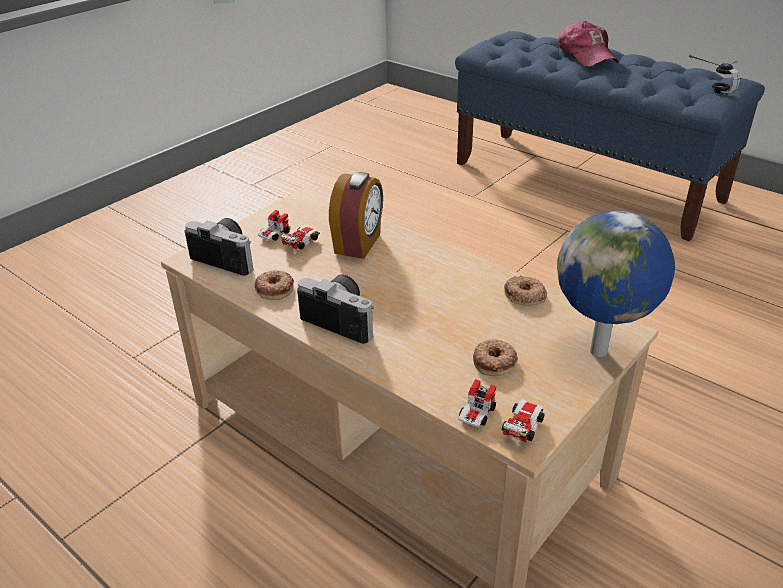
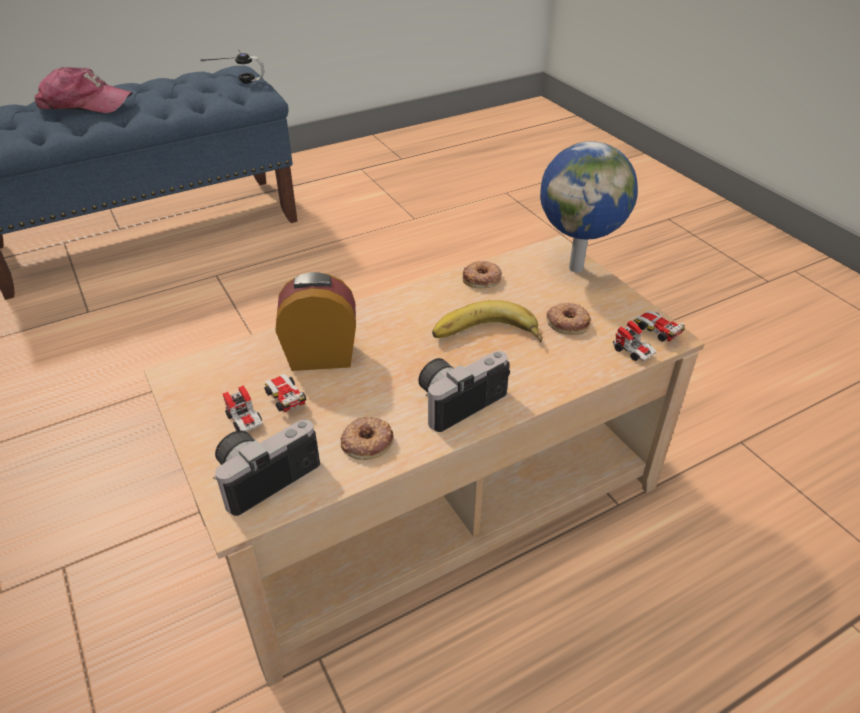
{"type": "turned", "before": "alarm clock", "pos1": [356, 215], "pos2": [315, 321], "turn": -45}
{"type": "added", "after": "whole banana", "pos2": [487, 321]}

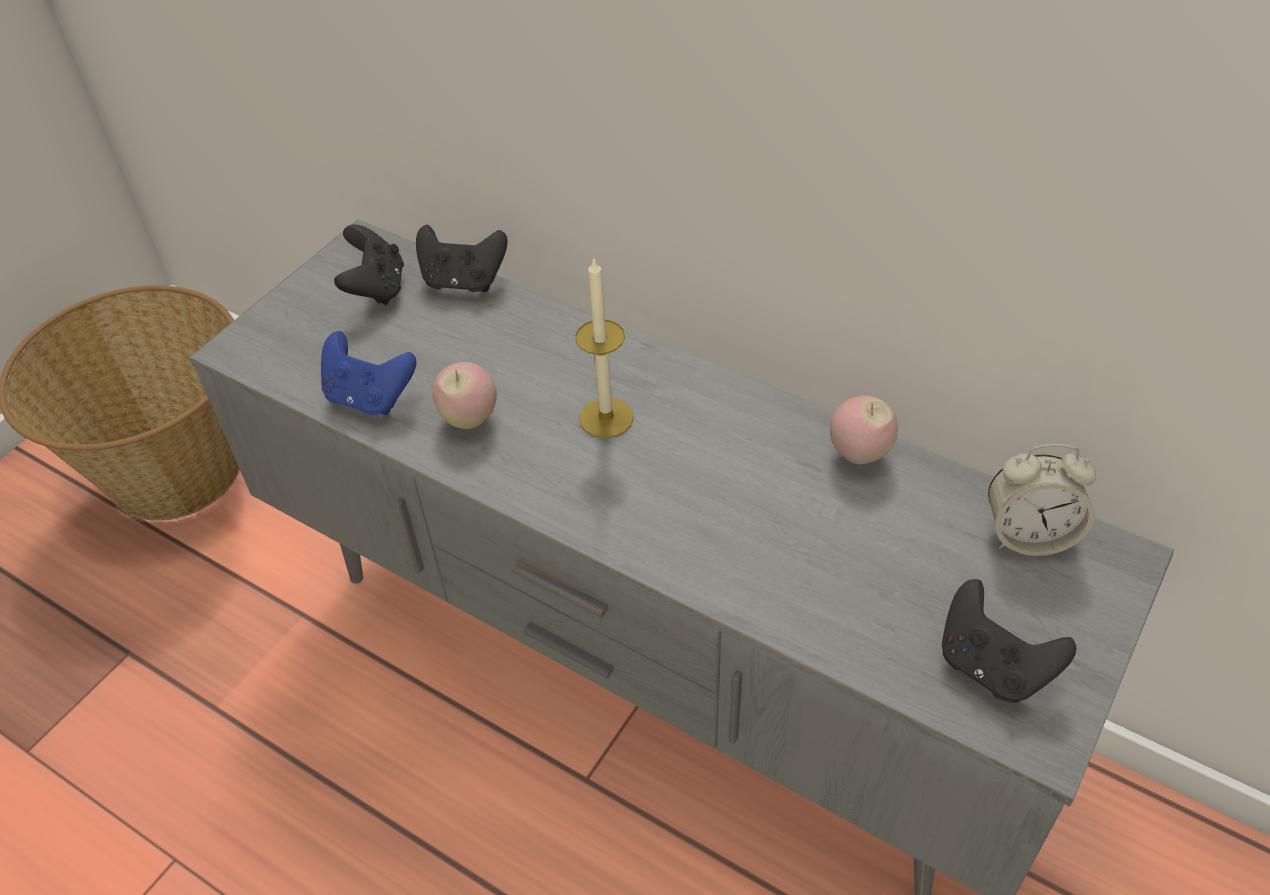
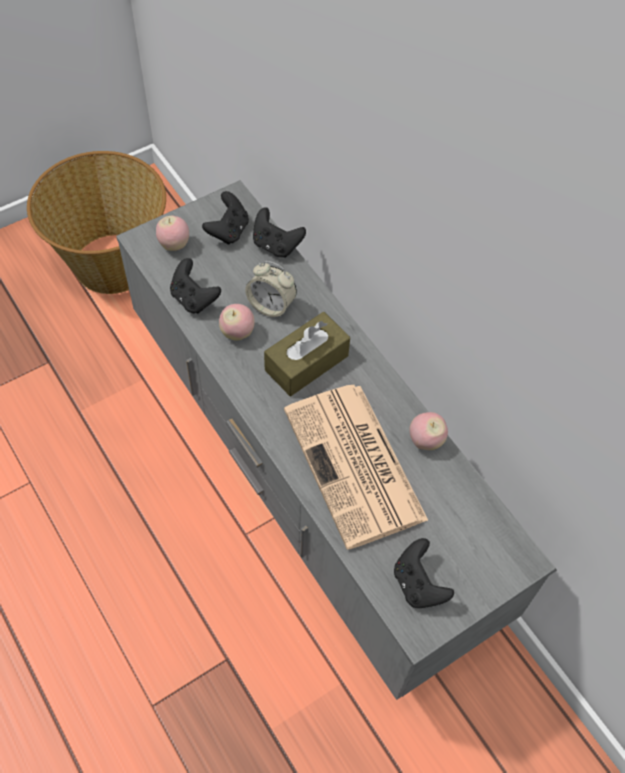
{"type": "added", "after": "apple fruit", "pos2": [172, 233]}
{"type": "recoloured", "before": "blue joypad", "after": "black-coloured joypad", "pos1": [368, 373], "pos2": [195, 286]}
{"type": "moved", "before": "alarm clock", "pos1": [1042, 500], "pos2": [271, 289]}
{"type": "replaced", "before": "candle", "after": "brown-coloured tissue holder", "pos1": [604, 347], "pos2": [307, 354]}
{"type": "added", "after": "printed paper", "pos2": [356, 467]}

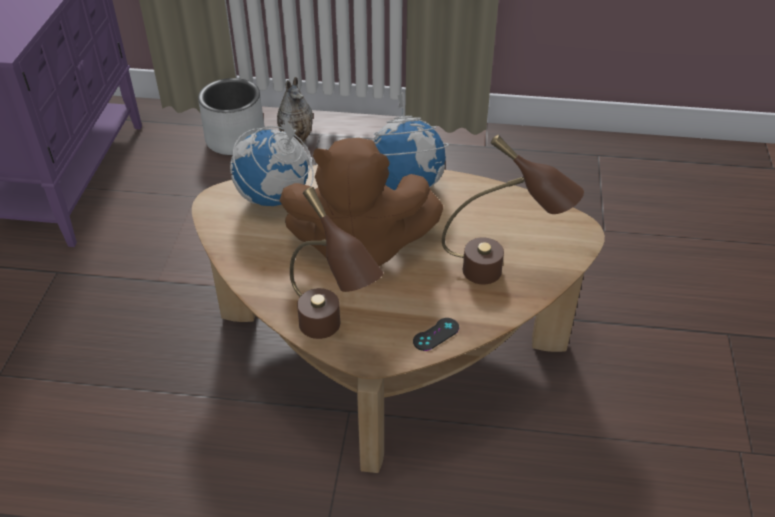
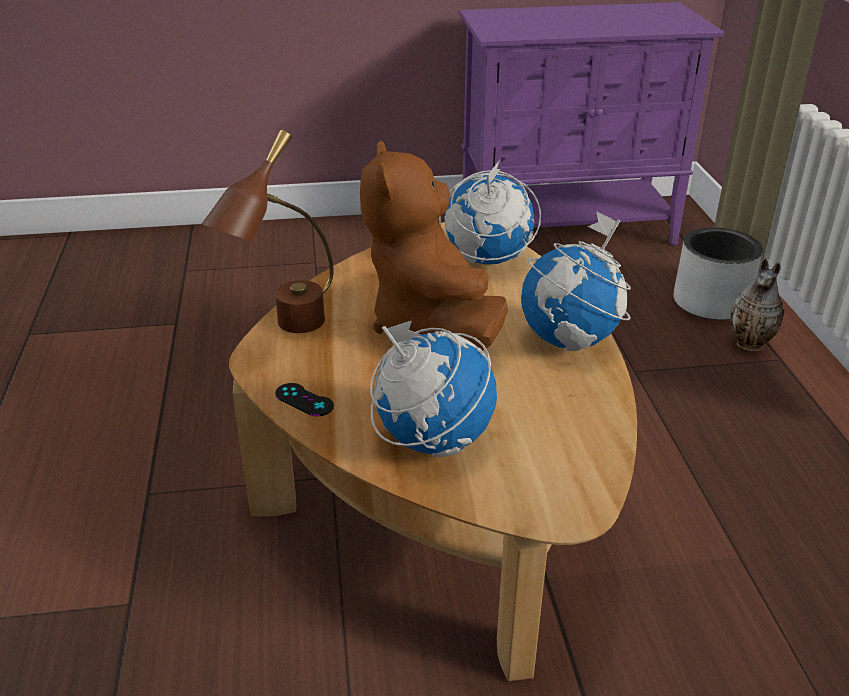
{"type": "replaced", "before": "brown-coloured tabletop lamp", "after": "desk globe", "pos1": [513, 209], "pos2": [433, 389]}

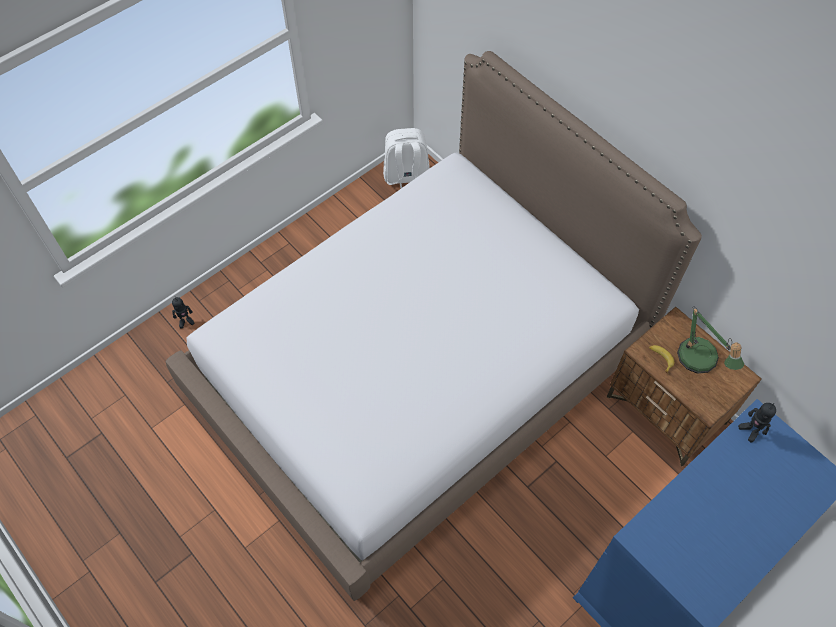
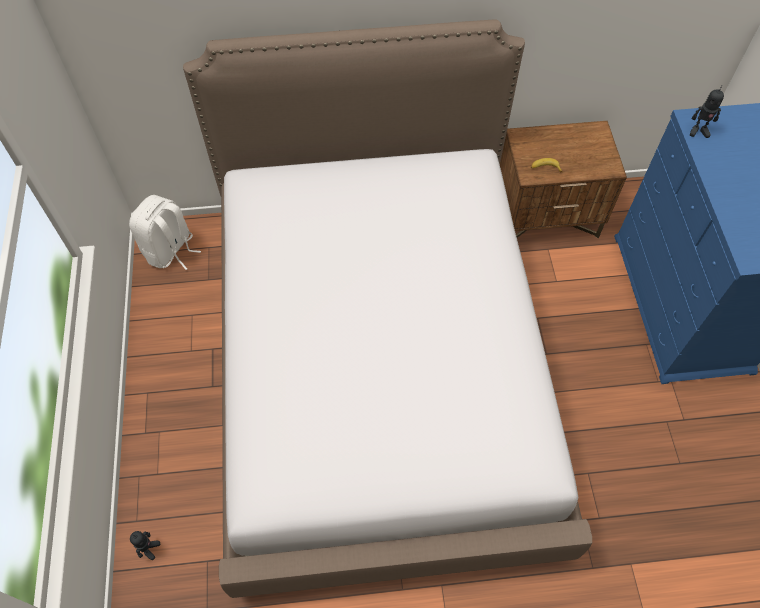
{"type": "removed", "before": "tabletop lamp", "pos1": [710, 340]}

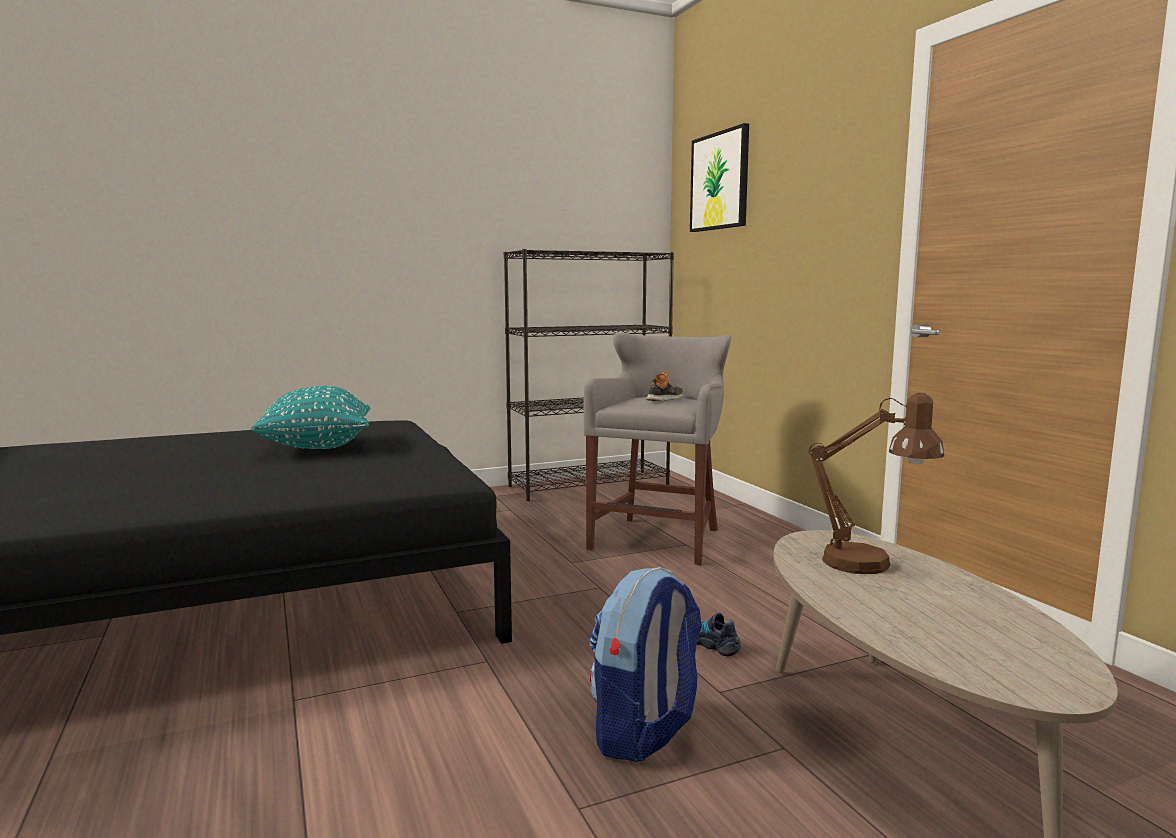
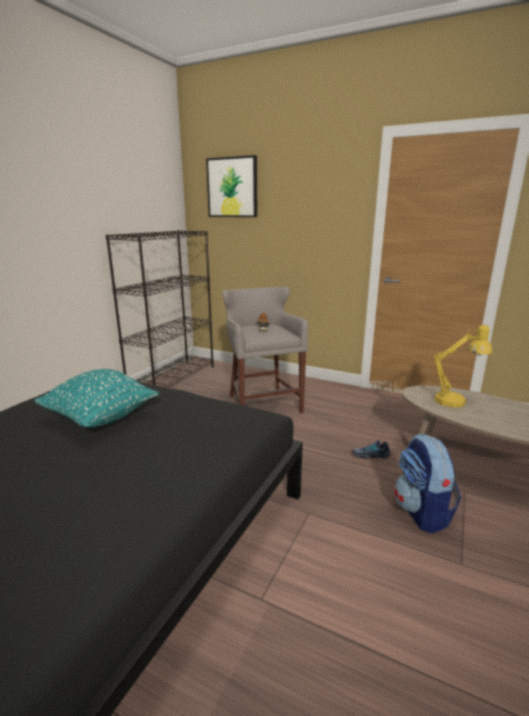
{"type": "recoloured", "before": "brown-coloured tabletop lamp", "after": "yellow tabletop lamp", "pos1": [876, 483], "pos2": [463, 366]}

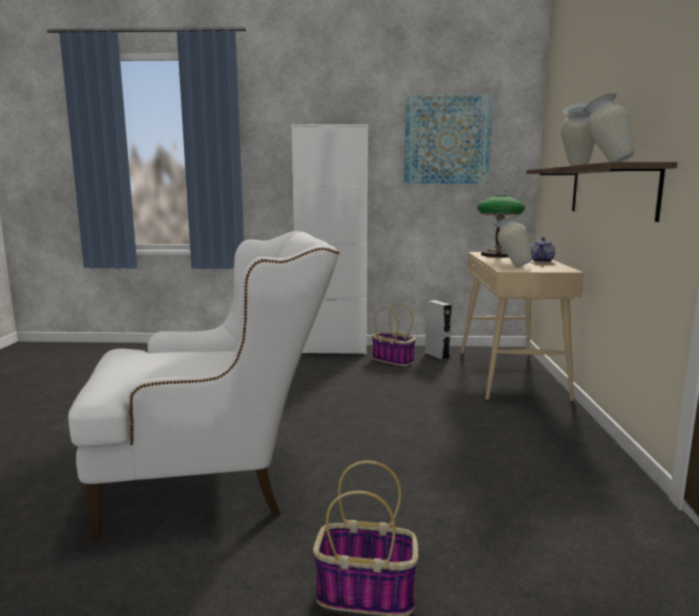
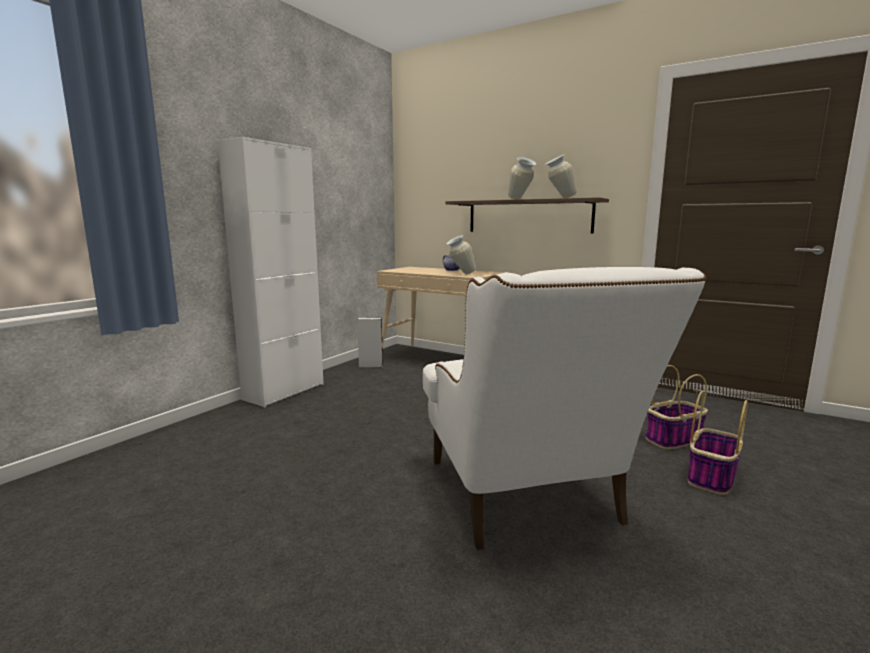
{"type": "turned", "before": "whitish armchair", "pos1": [203, 385], "pos2": [564, 408], "turn": 150}
{"type": "moved", "before": "household basket", "pos1": [394, 335], "pos2": [677, 407]}
{"type": "removed", "before": "wall picture", "pos1": [448, 139]}
{"type": "removed", "before": "tabletop lamp", "pos1": [501, 226]}

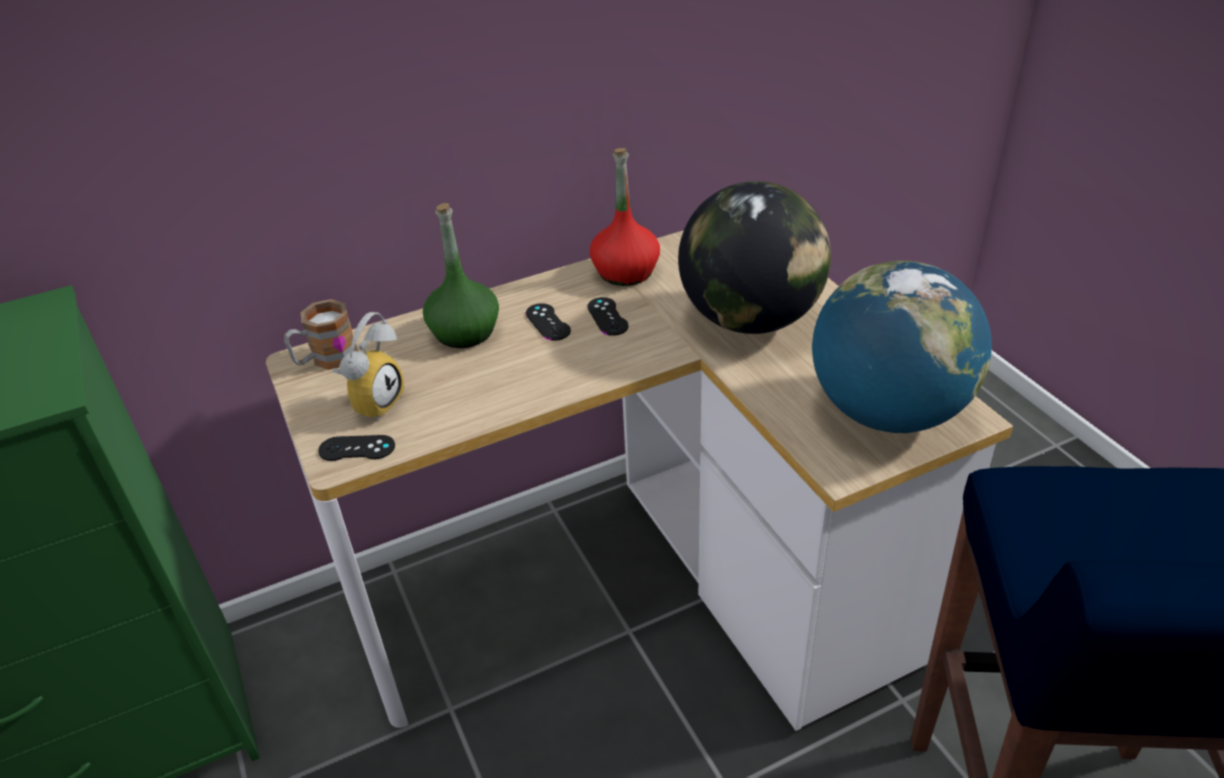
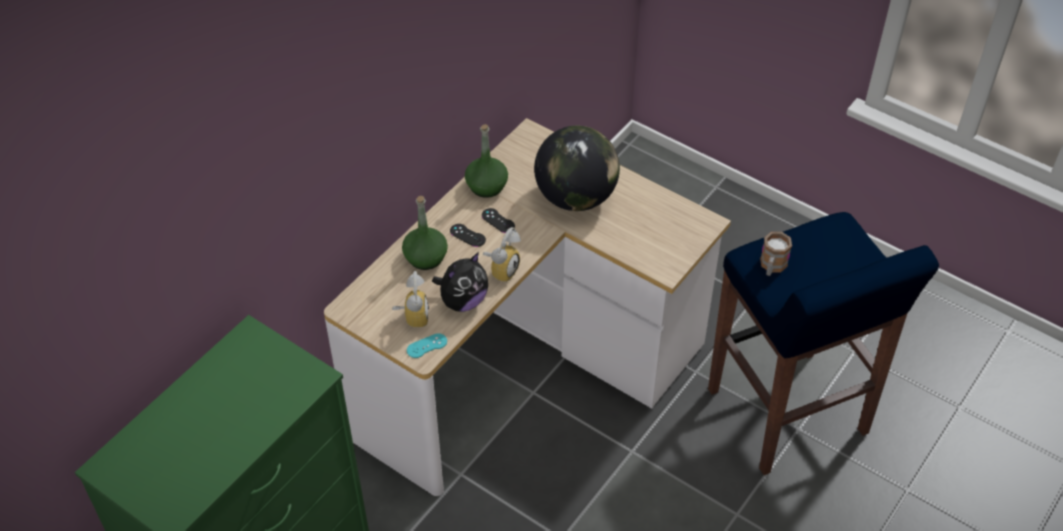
{"type": "recoloured", "before": "black-coloured joypad", "after": "turquoise joypad", "pos1": [356, 448], "pos2": [427, 345]}
{"type": "added", "after": "soft toy", "pos2": [460, 282]}
{"type": "recoloured", "before": "red-coloured bottle", "after": "green bottle", "pos1": [625, 217], "pos2": [486, 161]}
{"type": "added", "after": "alarm clock", "pos2": [502, 255]}
{"type": "moved", "before": "mug", "pos1": [321, 334], "pos2": [776, 254]}
{"type": "removed", "before": "desk globe", "pos1": [902, 347]}

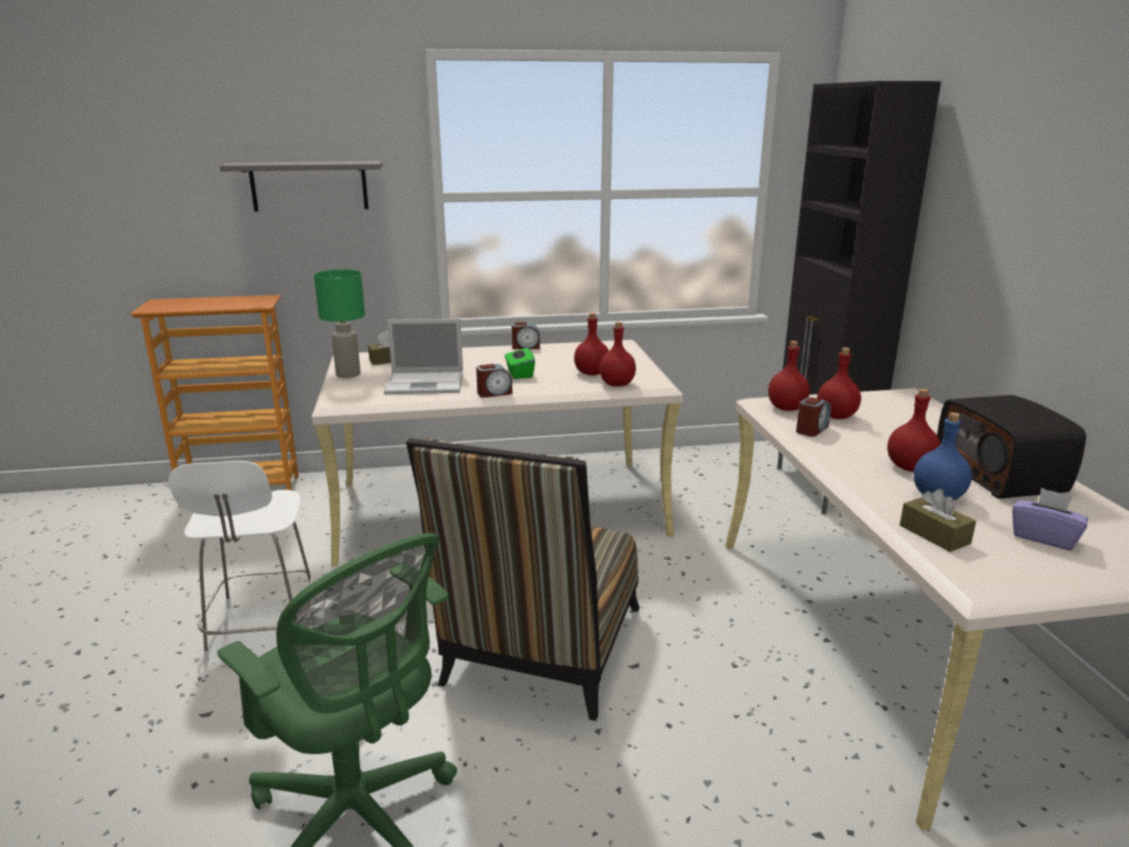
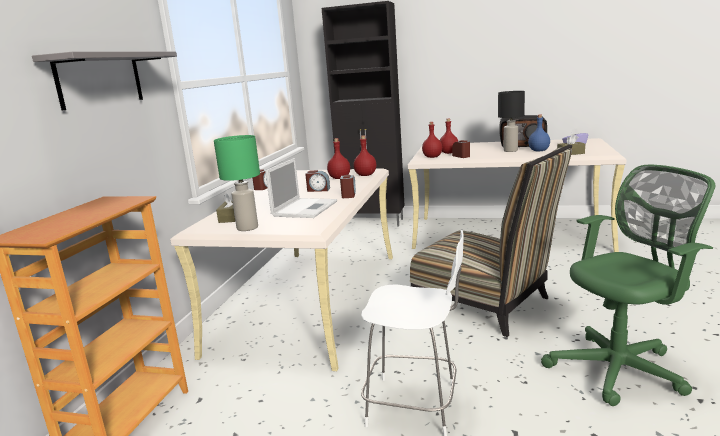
{"type": "replaced", "before": "green tissue holder", "after": "alarm clock", "pos1": [520, 361], "pos2": [317, 181]}
{"type": "replaced", "before": "red-coloured bottle", "after": "black-coloured tabletop lamp", "pos1": [913, 430], "pos2": [511, 121]}

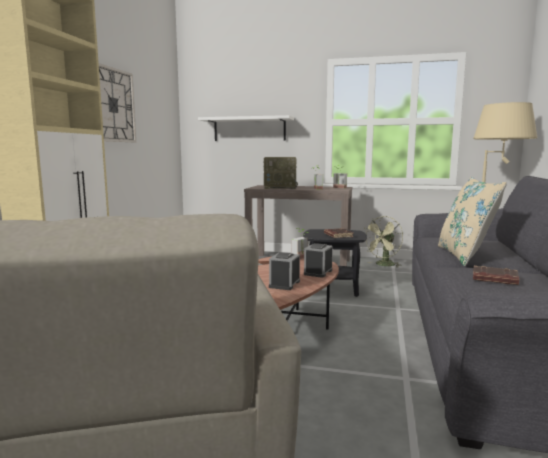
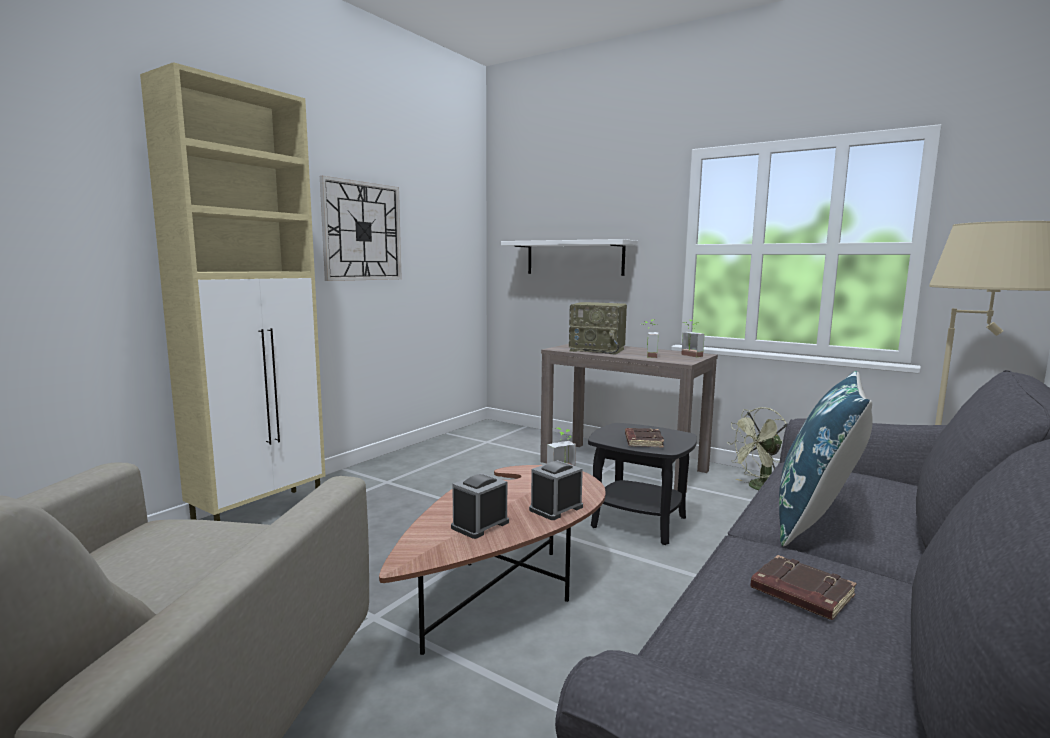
{"type": "recoloured", "before": "beige pillow", "after": "blue pillow", "pos1": [472, 221], "pos2": [826, 459]}

